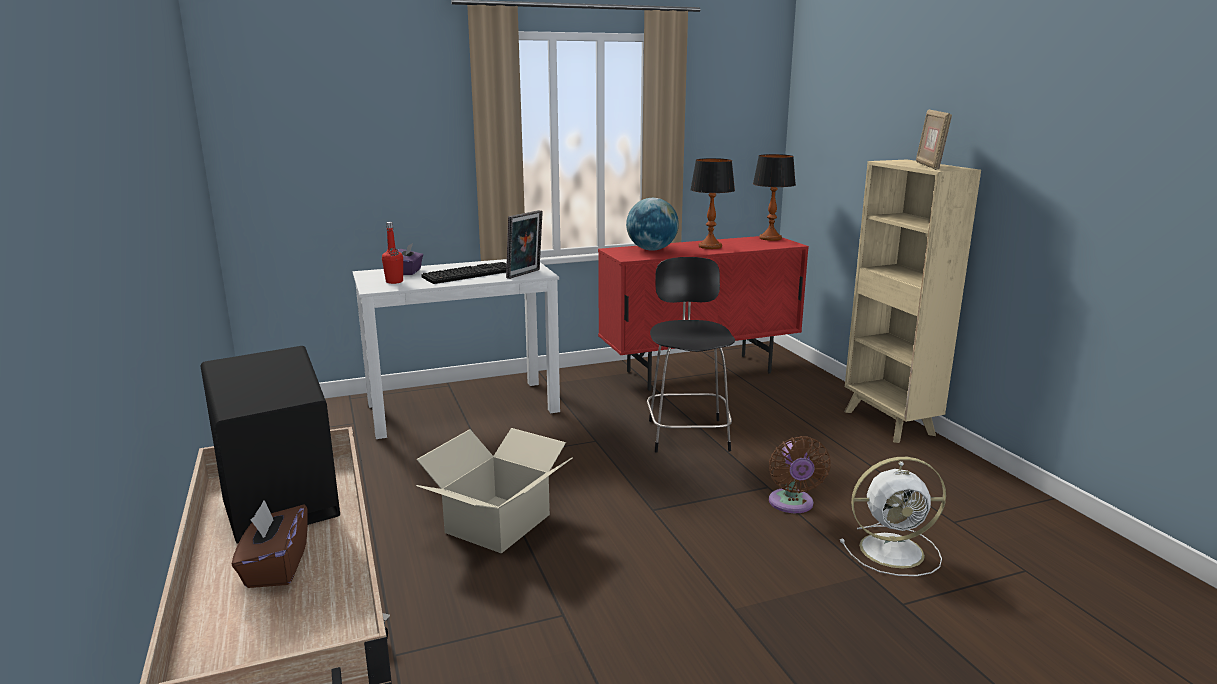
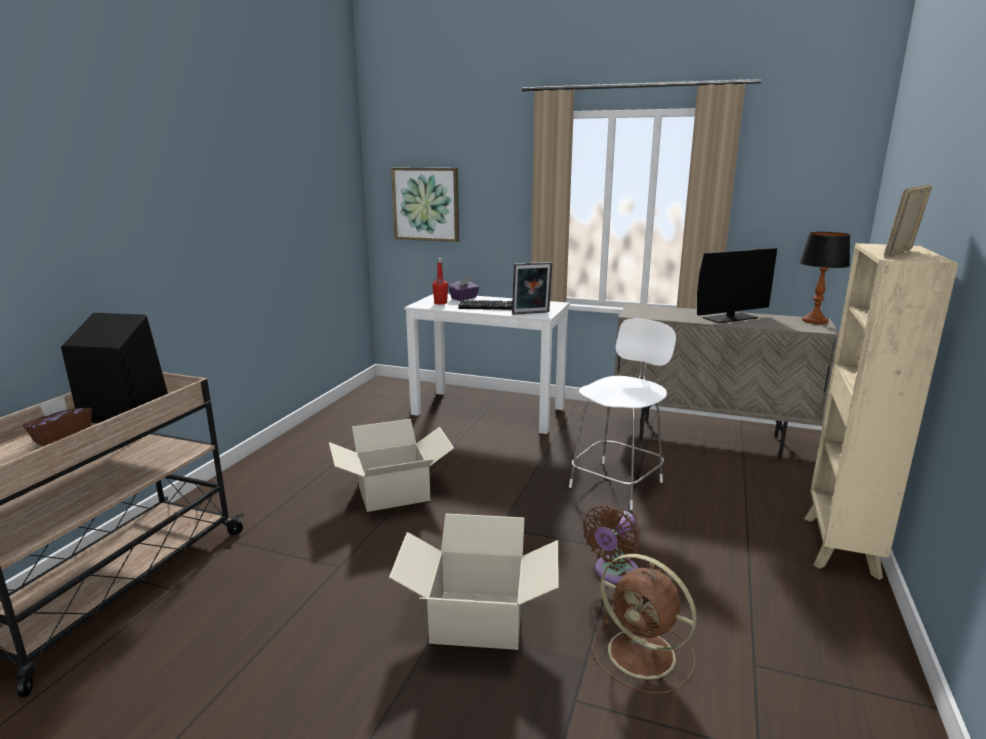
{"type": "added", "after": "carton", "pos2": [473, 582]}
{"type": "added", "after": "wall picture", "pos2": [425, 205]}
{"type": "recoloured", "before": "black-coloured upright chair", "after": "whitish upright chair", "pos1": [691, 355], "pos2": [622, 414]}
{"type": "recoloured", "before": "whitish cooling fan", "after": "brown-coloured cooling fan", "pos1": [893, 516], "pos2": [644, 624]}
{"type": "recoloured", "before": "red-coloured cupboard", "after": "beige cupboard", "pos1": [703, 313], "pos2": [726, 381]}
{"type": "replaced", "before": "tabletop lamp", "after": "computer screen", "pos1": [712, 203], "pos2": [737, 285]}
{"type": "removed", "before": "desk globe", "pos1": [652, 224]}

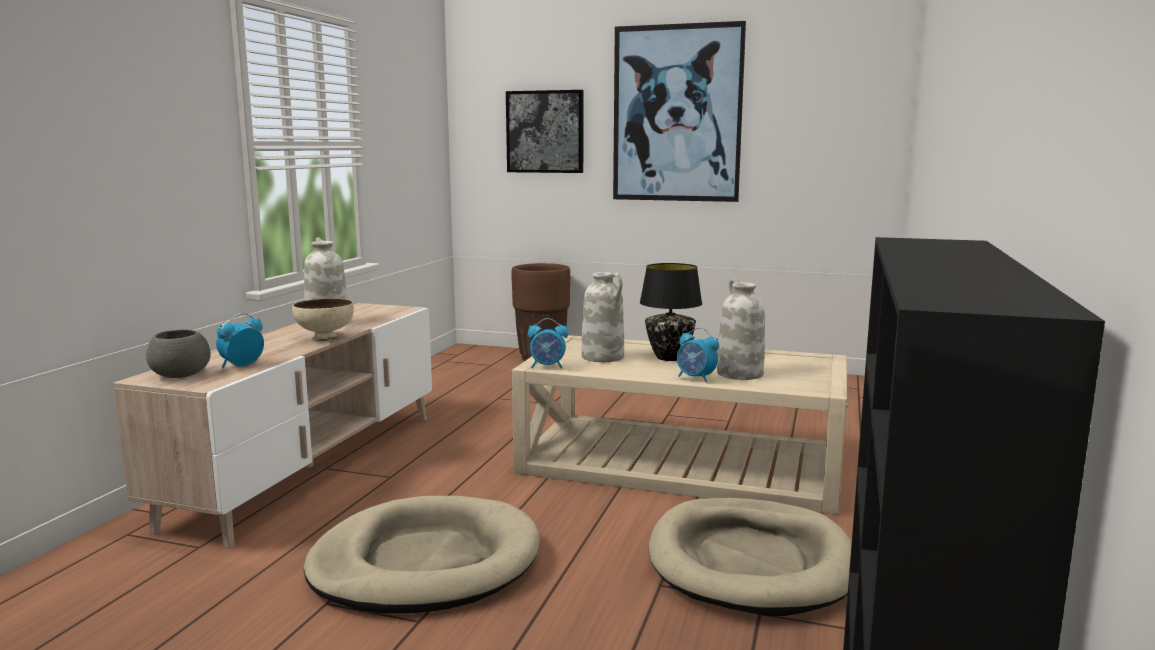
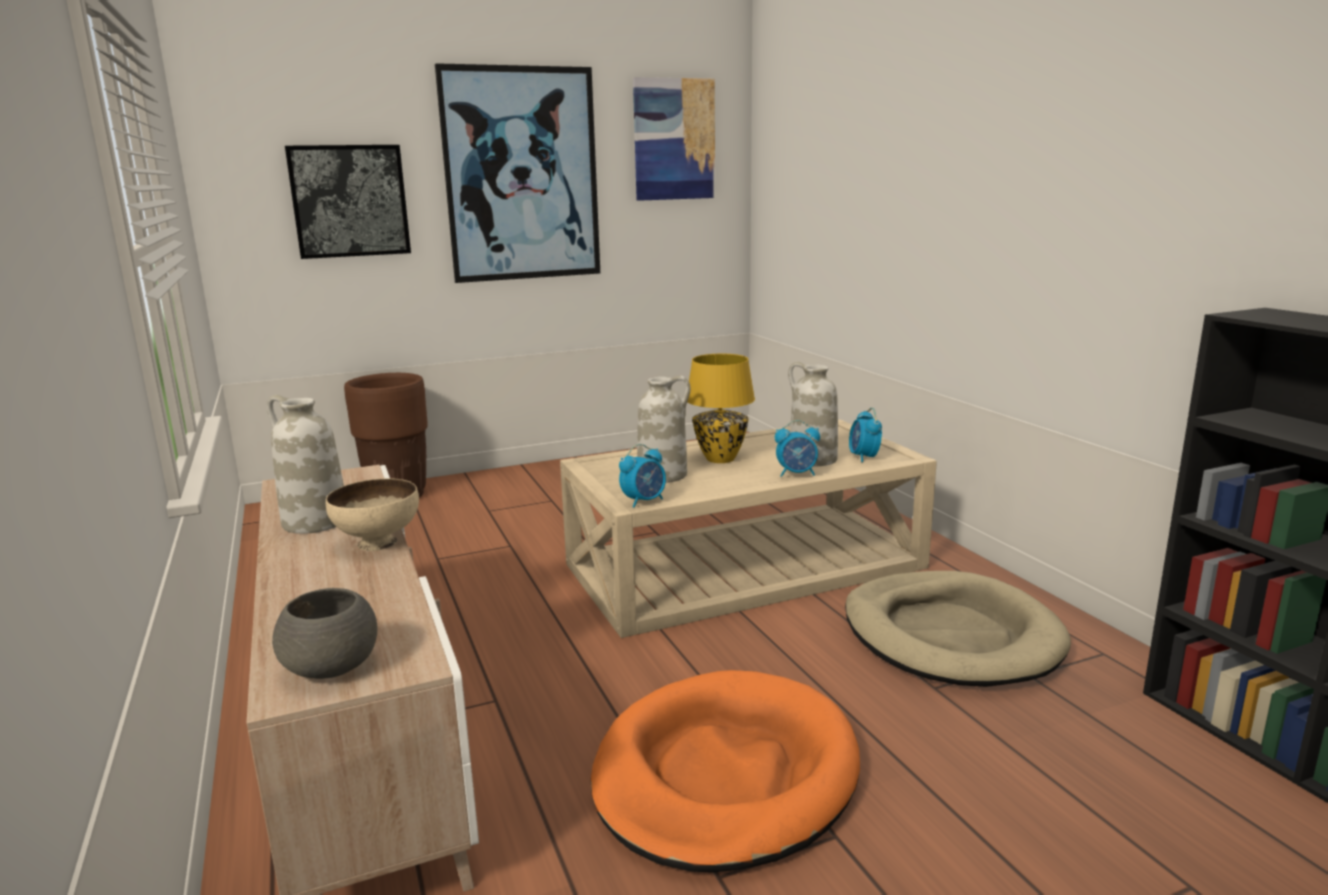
{"type": "recoloured", "before": "beige pet bed", "after": "orange pet bed", "pos1": [422, 555], "pos2": [725, 771]}
{"type": "added", "after": "wall picture", "pos2": [674, 139]}
{"type": "recoloured", "before": "black-coloured tabletop lamp", "after": "yellow tabletop lamp", "pos1": [671, 312], "pos2": [721, 408]}
{"type": "moved", "before": "alarm clock", "pos1": [240, 340], "pos2": [865, 435]}

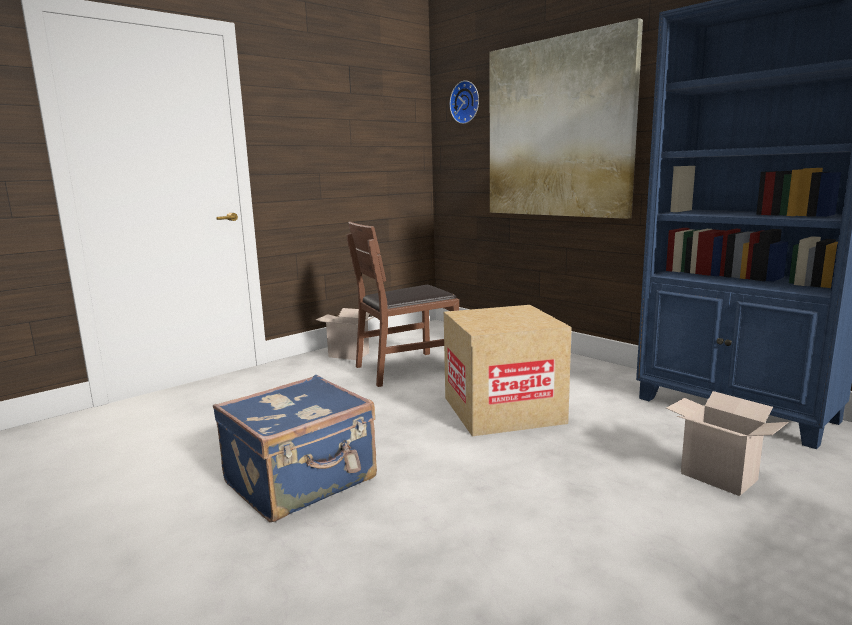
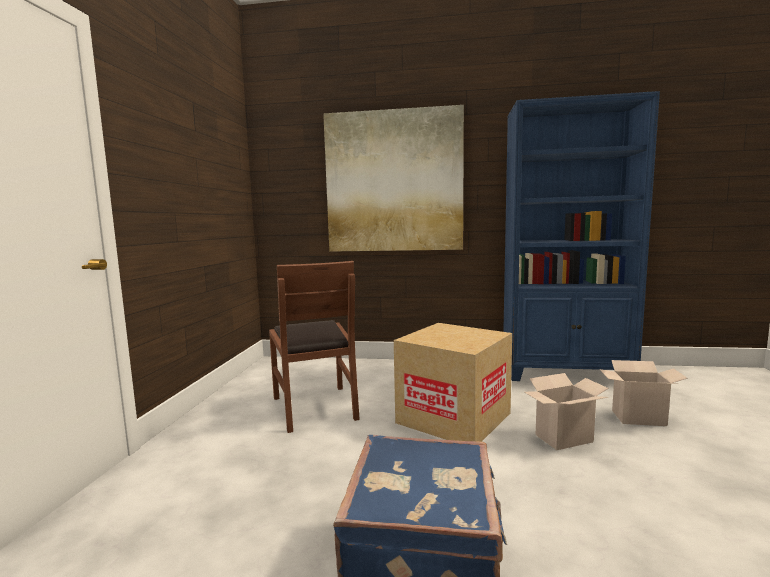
{"type": "turned", "before": "brown-coloured upright chair", "pos1": [403, 304], "pos2": [314, 347], "turn": -45}
{"type": "moved", "before": "carton", "pos1": [345, 334], "pos2": [566, 411]}
{"type": "removed", "before": "wall clock", "pos1": [464, 102]}

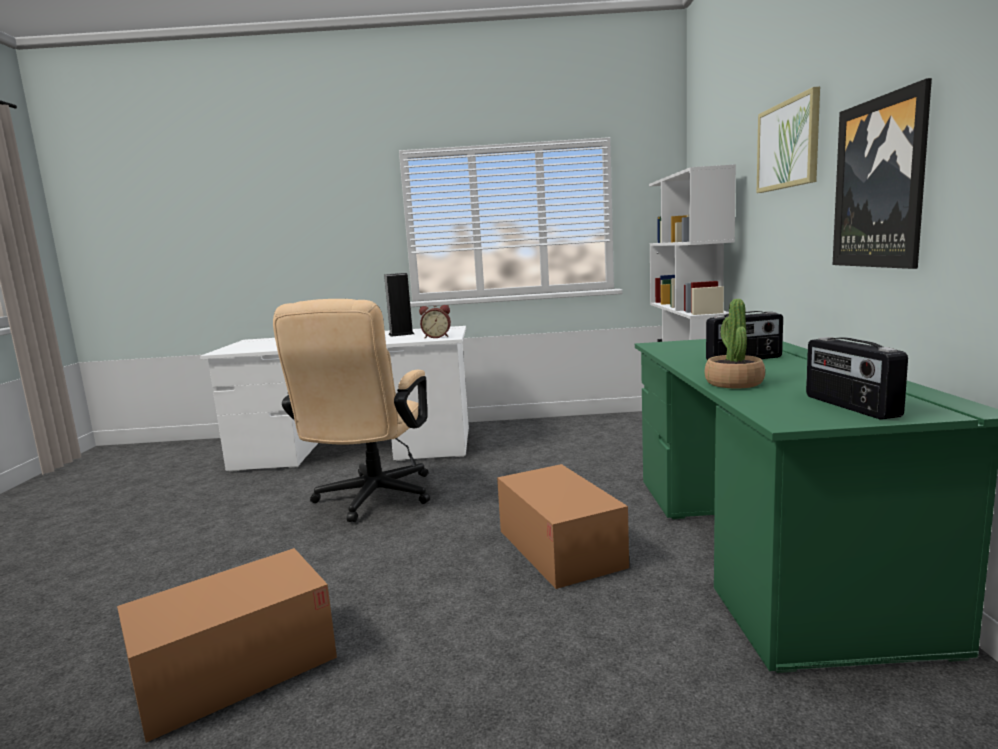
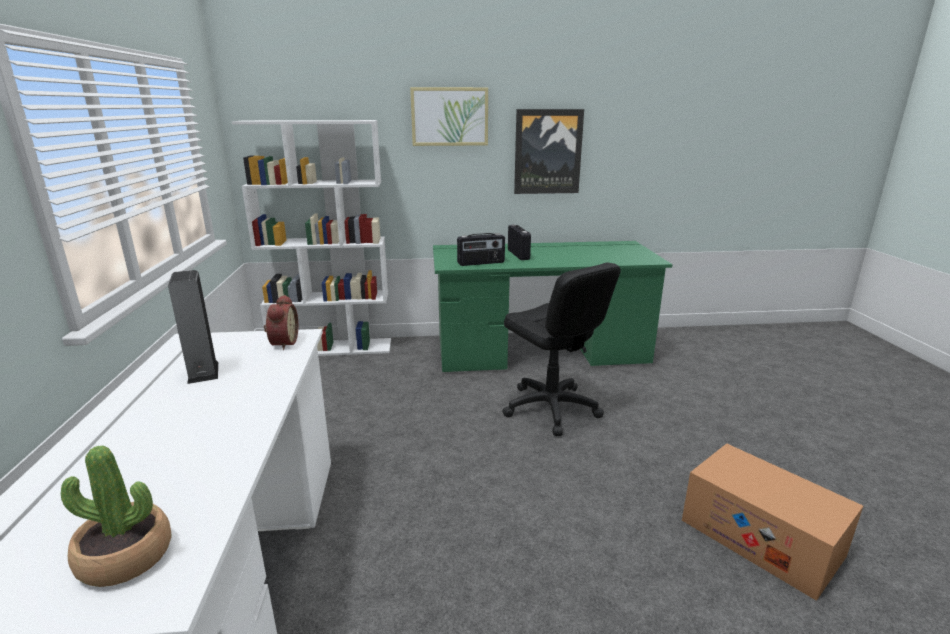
{"type": "moved", "before": "plant in a pot", "pos1": [735, 343], "pos2": [116, 516]}
{"type": "moved", "before": "radio set", "pos1": [857, 378], "pos2": [481, 249]}
{"type": "replaced", "before": "carton", "after": "black-coloured computer chair", "pos1": [563, 526], "pos2": [561, 349]}
{"type": "removed", "before": "beige computer chair", "pos1": [351, 410]}

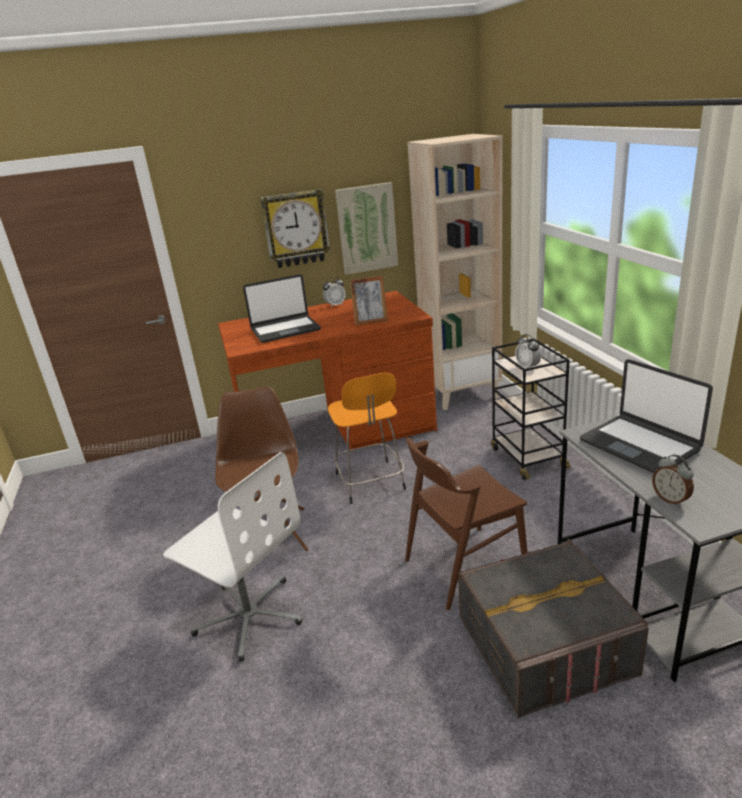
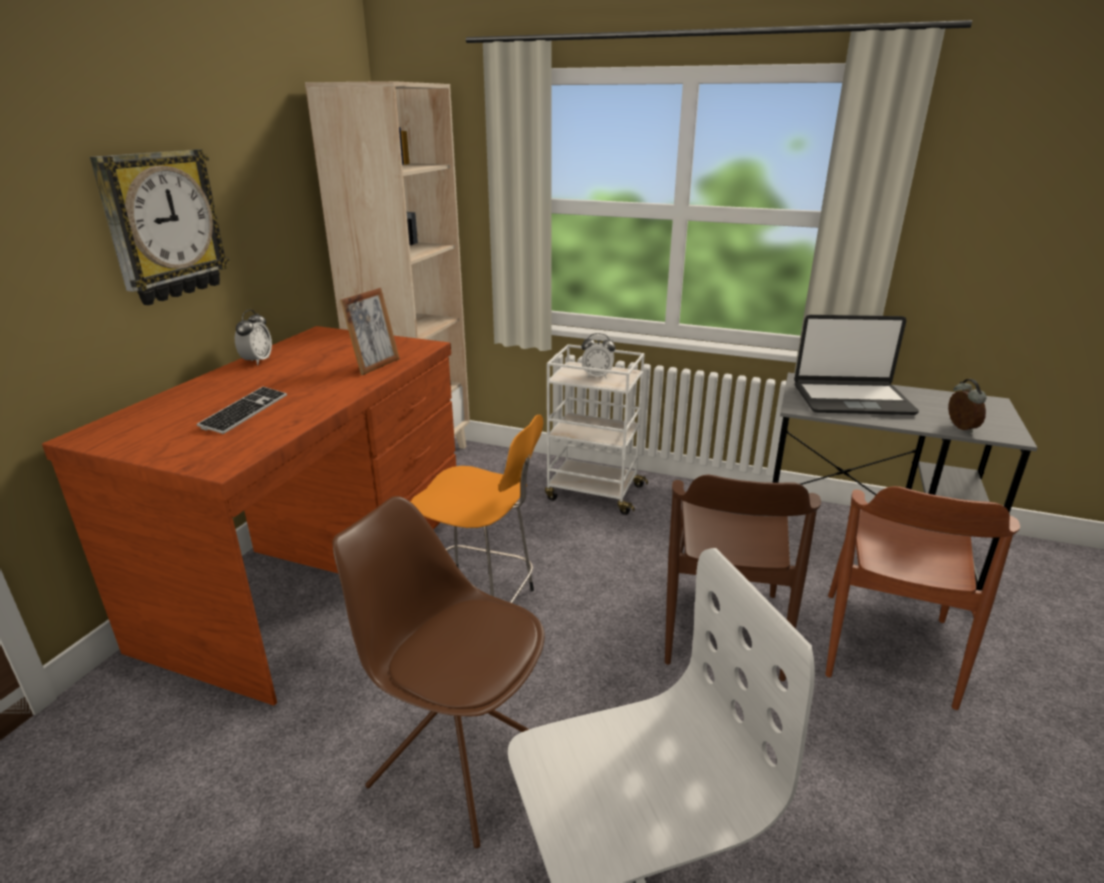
{"type": "replaced", "before": "laptop", "after": "keyboard", "pos1": [282, 308], "pos2": [242, 410]}
{"type": "recoloured", "before": "black-coloured wheeled cart", "after": "whitish wheeled cart", "pos1": [531, 409], "pos2": [596, 429]}
{"type": "replaced", "before": "grey storage container", "after": "brown-coloured upright chair", "pos1": [553, 628], "pos2": [922, 598]}
{"type": "turned", "before": "alarm clock", "pos1": [673, 480], "pos2": [967, 406], "turn": -105}
{"type": "removed", "before": "wall picture", "pos1": [366, 228]}

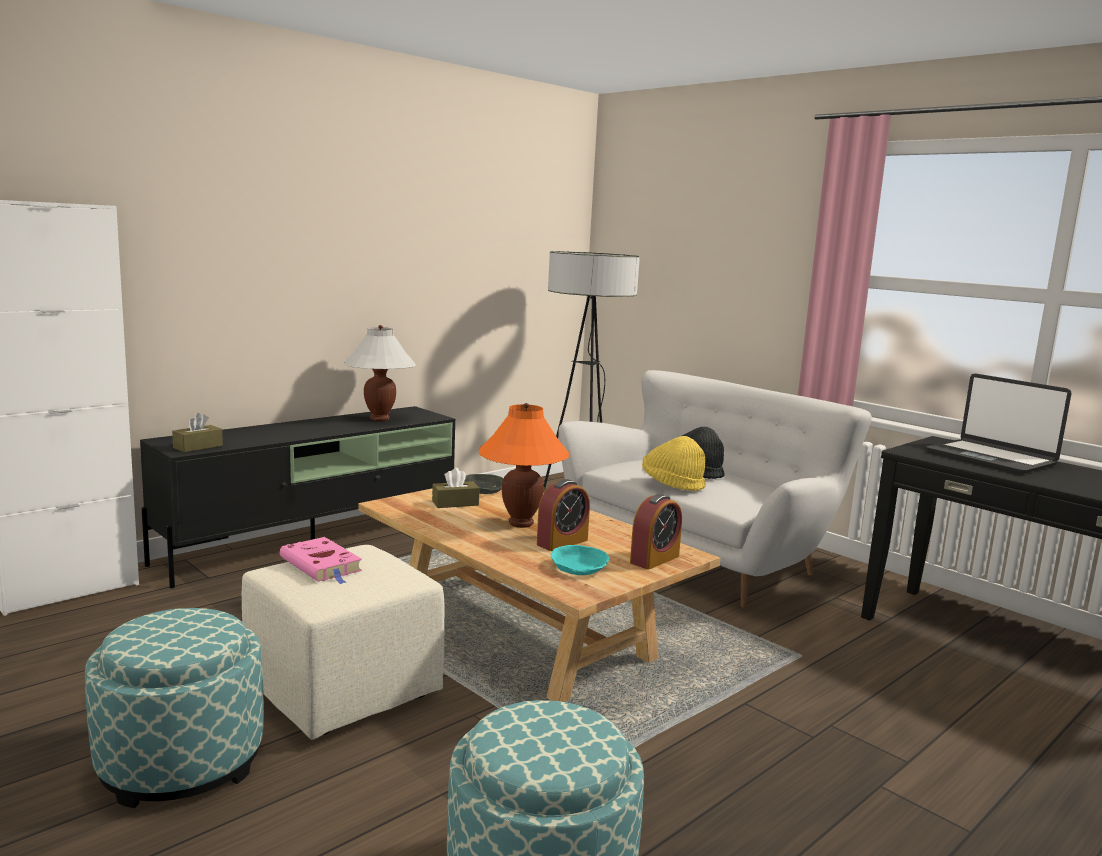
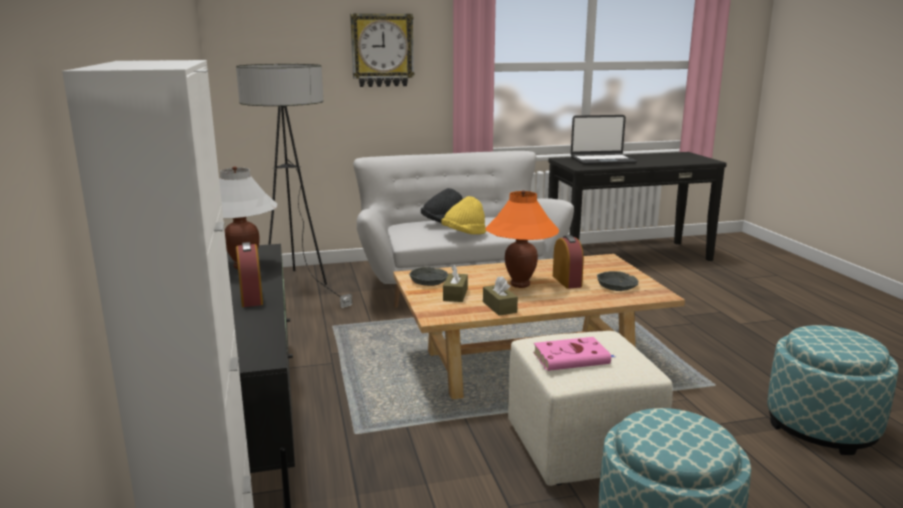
{"type": "moved", "before": "alarm clock", "pos1": [656, 532], "pos2": [249, 274]}
{"type": "added", "after": "wall clock", "pos2": [382, 50]}
{"type": "moved", "before": "brown-coloured tissue holder", "pos1": [197, 432], "pos2": [500, 296]}
{"type": "recoloured", "before": "turquoise serving bowl", "after": "grey serving bowl", "pos1": [580, 560], "pos2": [617, 281]}

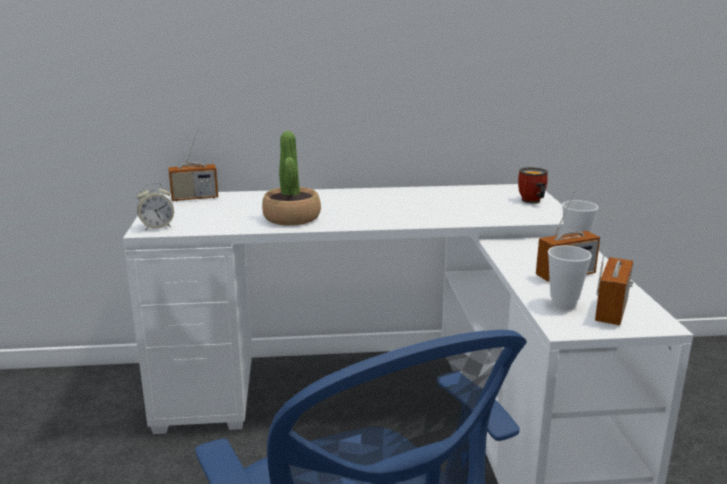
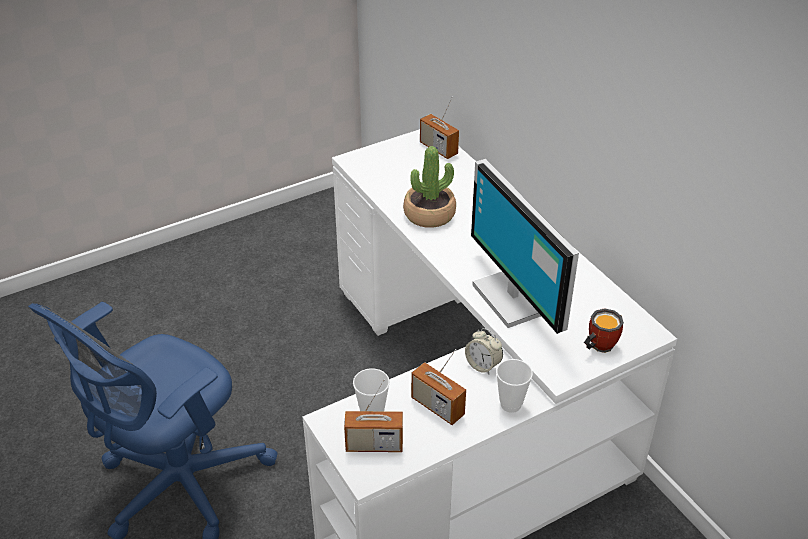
{"type": "moved", "before": "alarm clock", "pos1": [155, 206], "pos2": [484, 351]}
{"type": "added", "after": "computer screen", "pos2": [525, 246]}

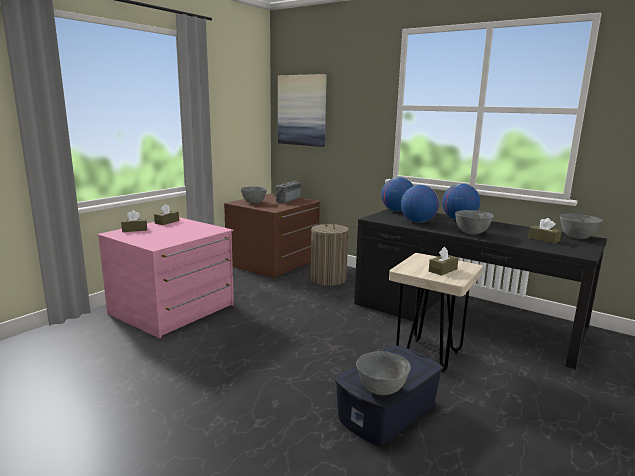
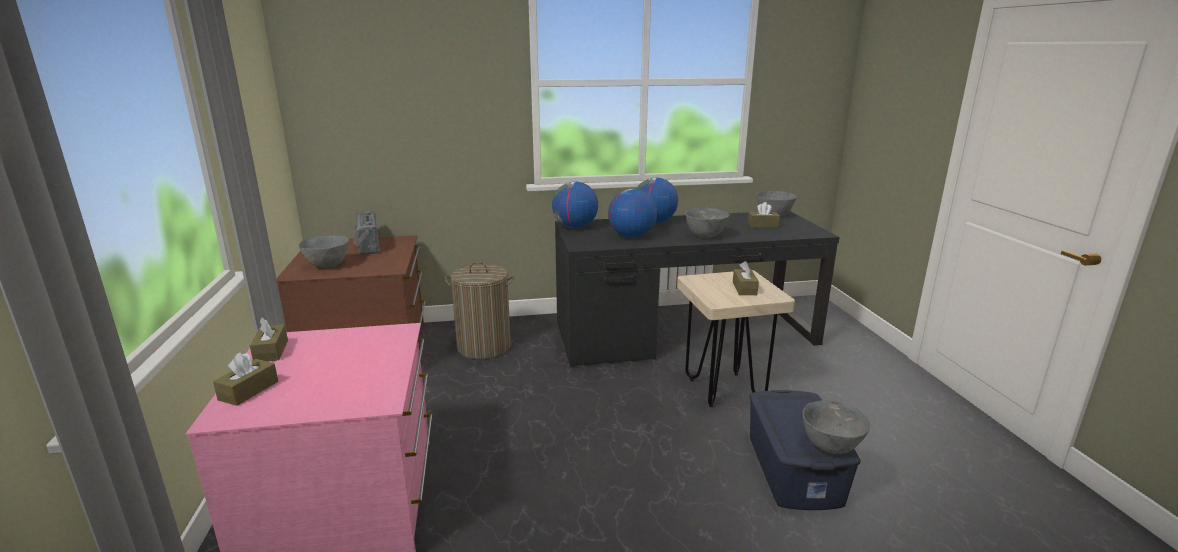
{"type": "removed", "before": "wall picture", "pos1": [302, 110]}

